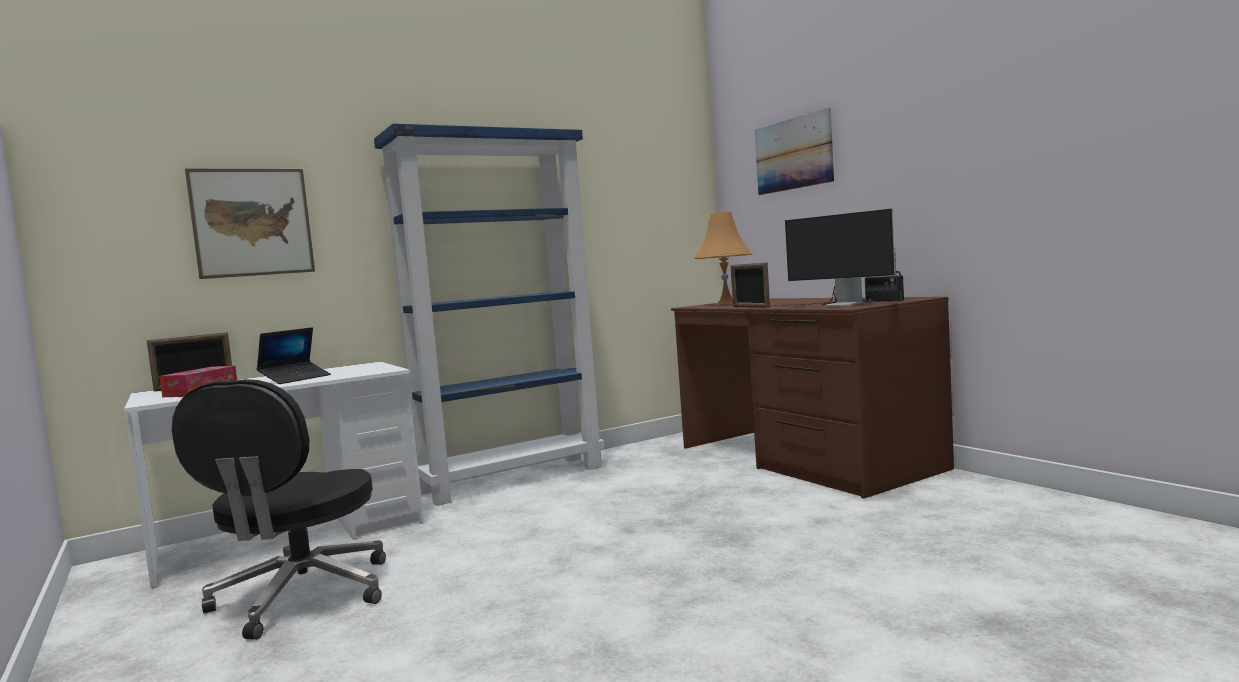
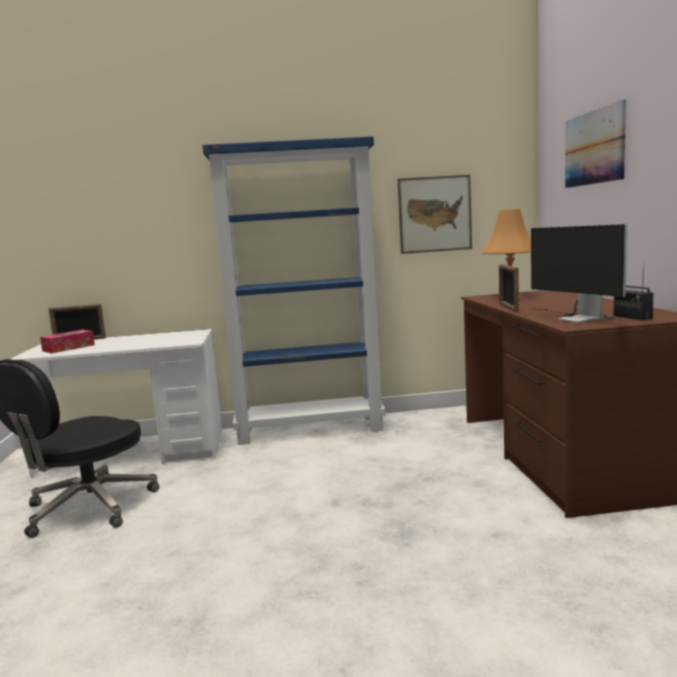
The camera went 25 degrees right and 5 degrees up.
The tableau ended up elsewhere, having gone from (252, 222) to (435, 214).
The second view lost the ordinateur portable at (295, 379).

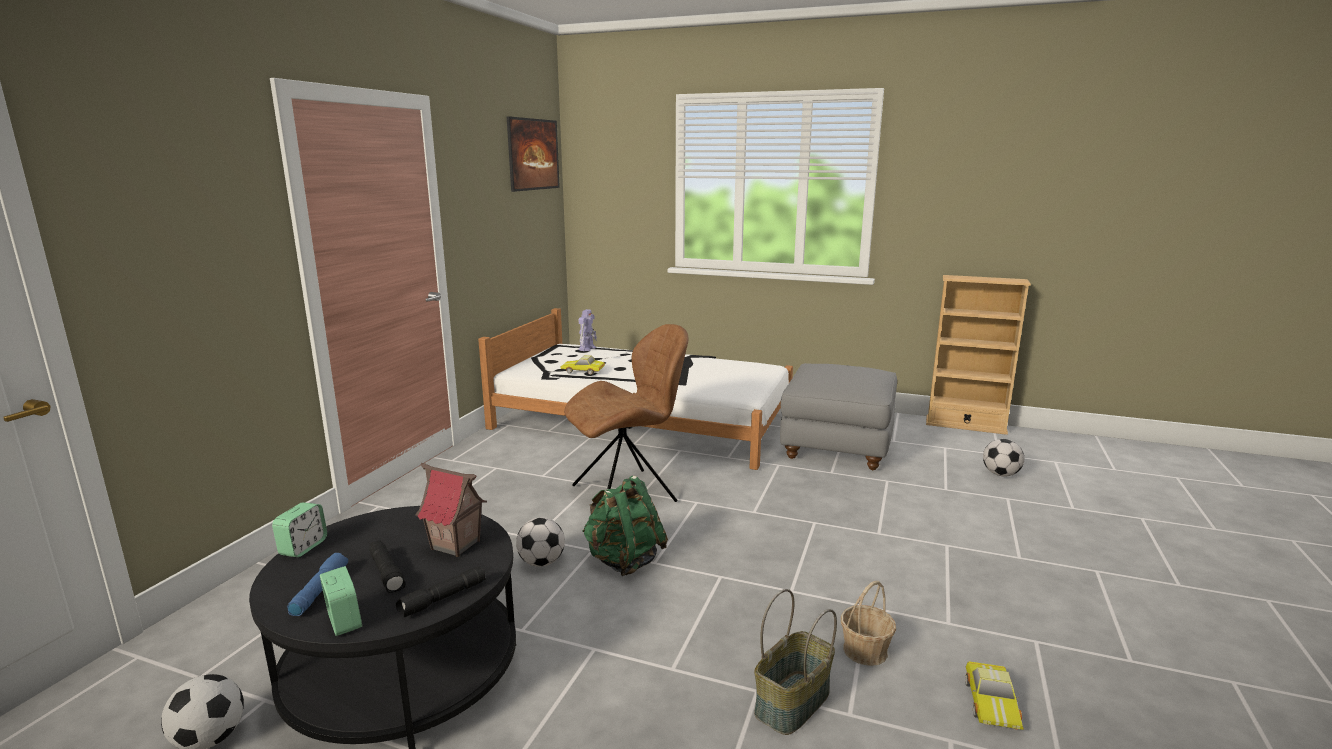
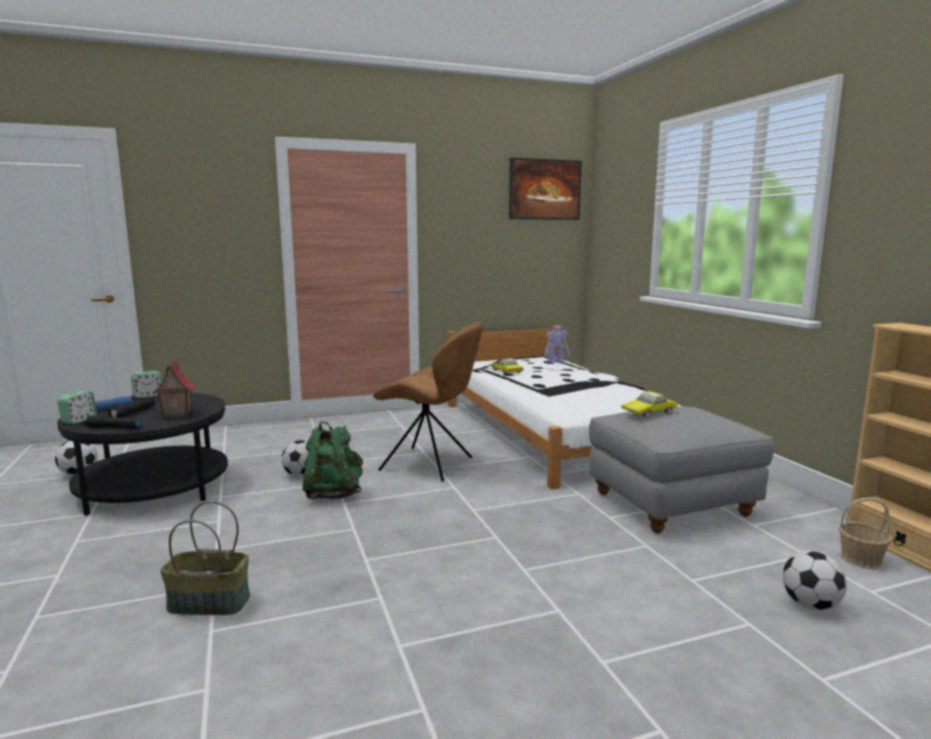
The camera went 50 degrees right and 5 degrees down.
The petite voiture ended up elsewhere, having gone from (993, 702) to (650, 412).
The panier ended up elsewhere, having gone from (865, 650) to (861, 559).

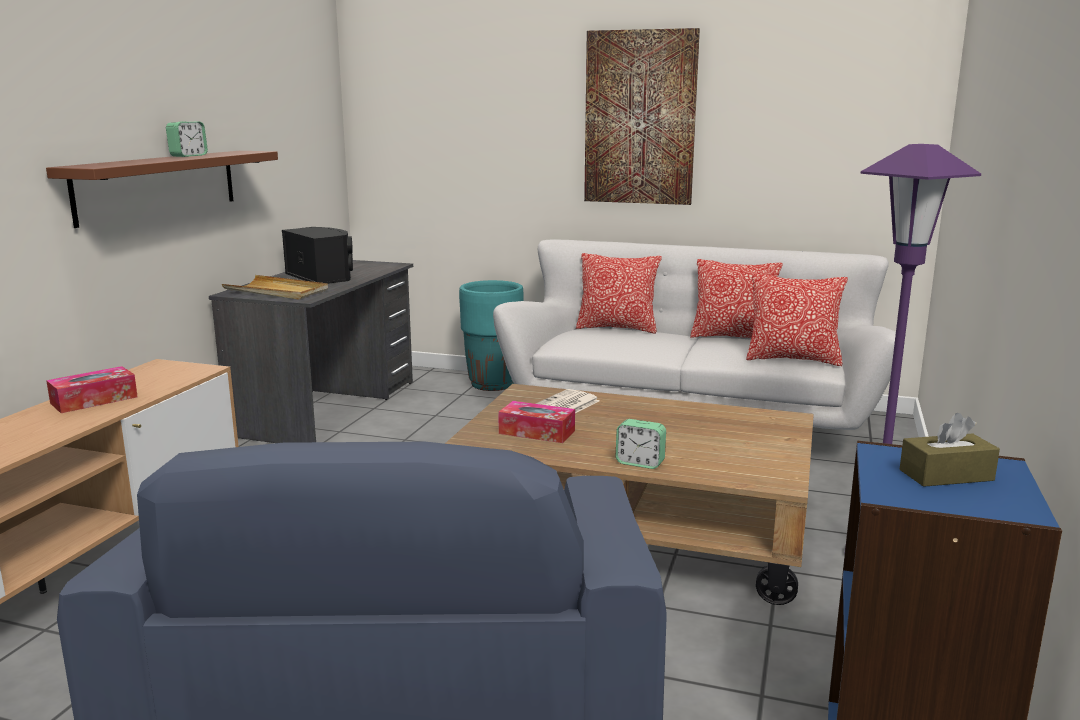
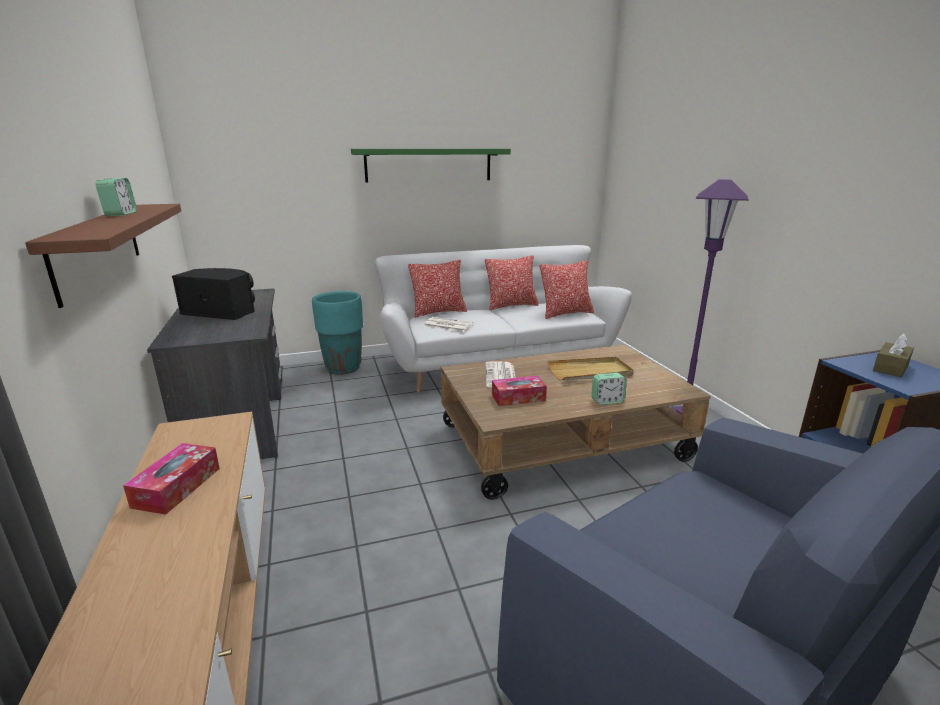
The camera went 35 degrees left and 5 degrees up.
Where the tableau hung at (640, 118), the étagère [vert] came to hang at (429, 165).
The second view gained the journal at (447, 325).
The plateau [beige] ended up elsewhere, having gone from (277, 291) to (590, 372).

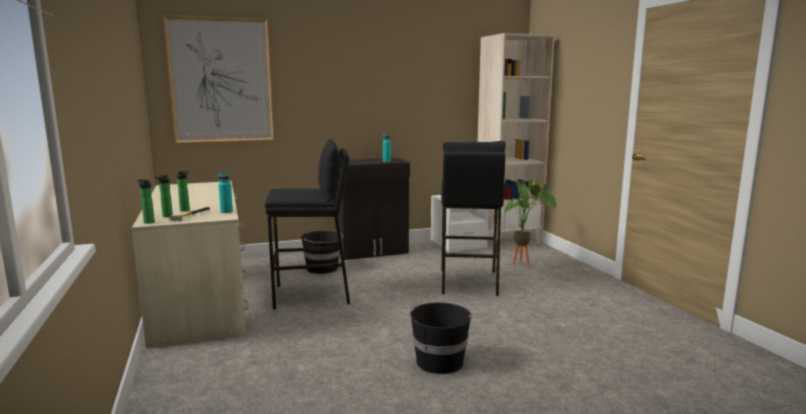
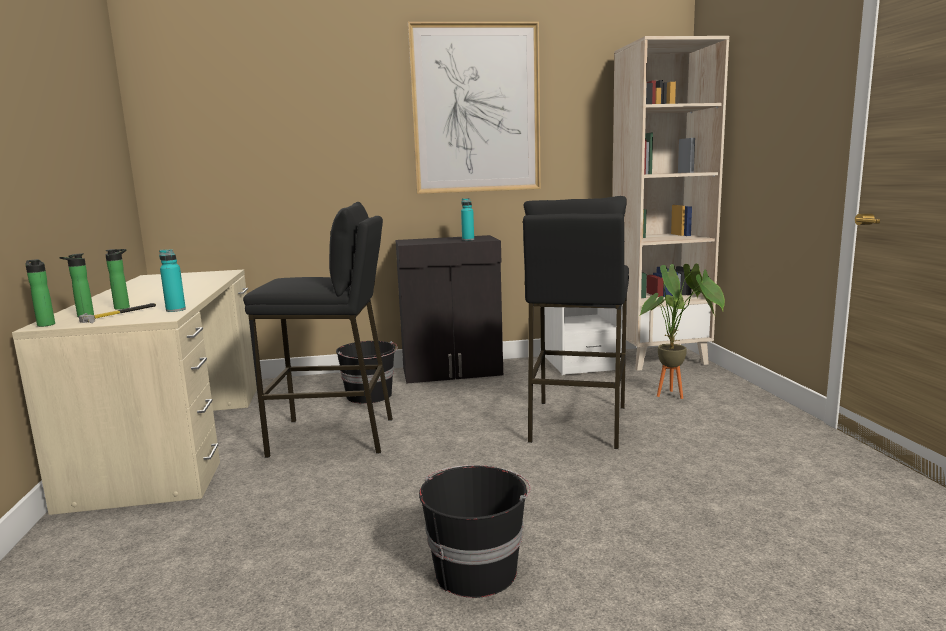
The camera went 10 degrees right and 0 degrees up.
The tableau ended up elsewhere, having gone from (221, 81) to (476, 109).

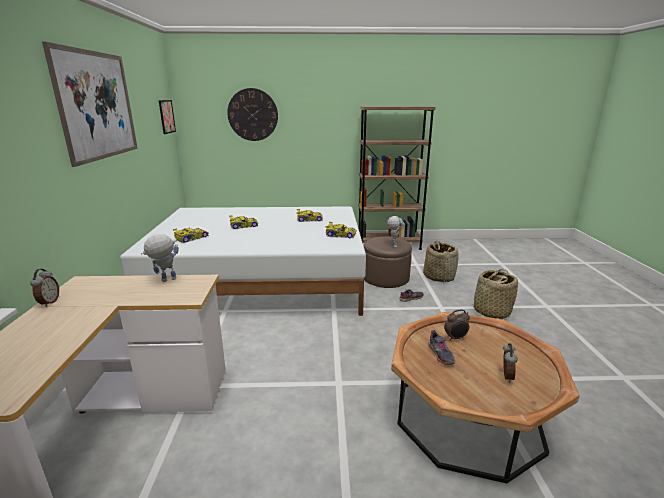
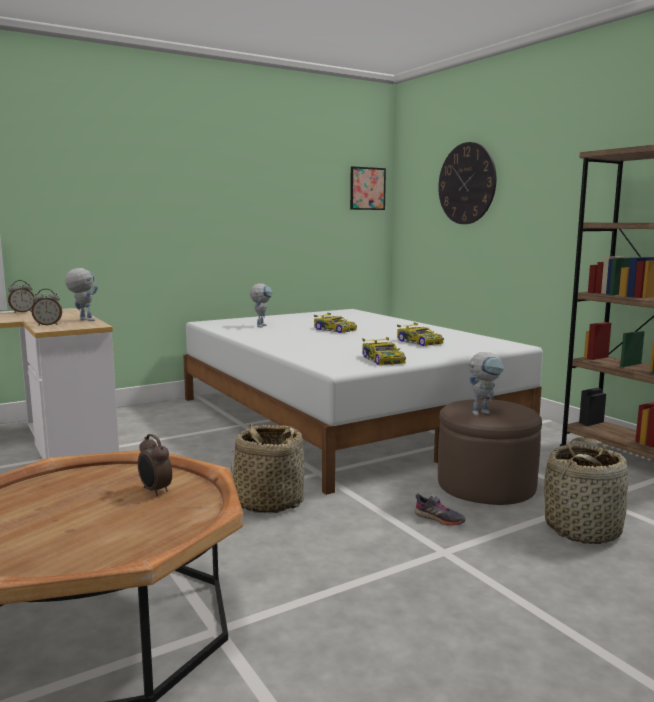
The camera went 60 degrees right and 10 degrees down.
The réveil ended up elsewhere, having gone from (505, 376) to (48, 325).
The panier ended up elsewhere, having gone from (491, 311) to (268, 502).
Where the petite voiture stood at (191, 238), the robot jouet came to stand at (261, 325).
The second view lost the tableau at (98, 105).
The second view lost the chaussure [gris] at (440, 354).

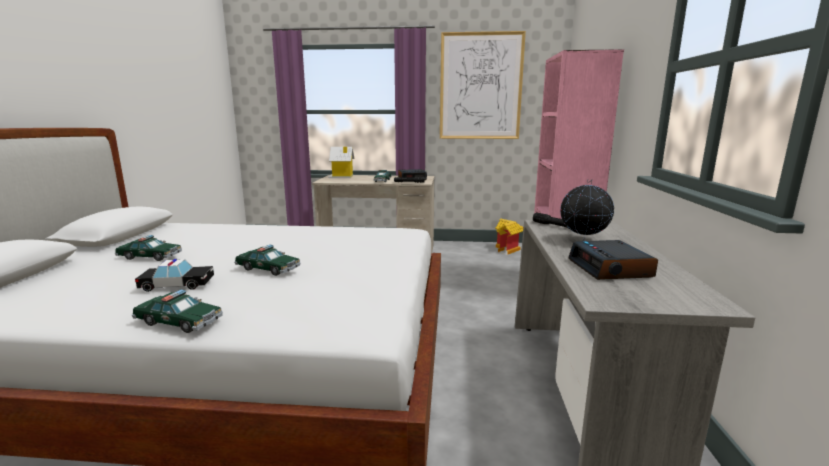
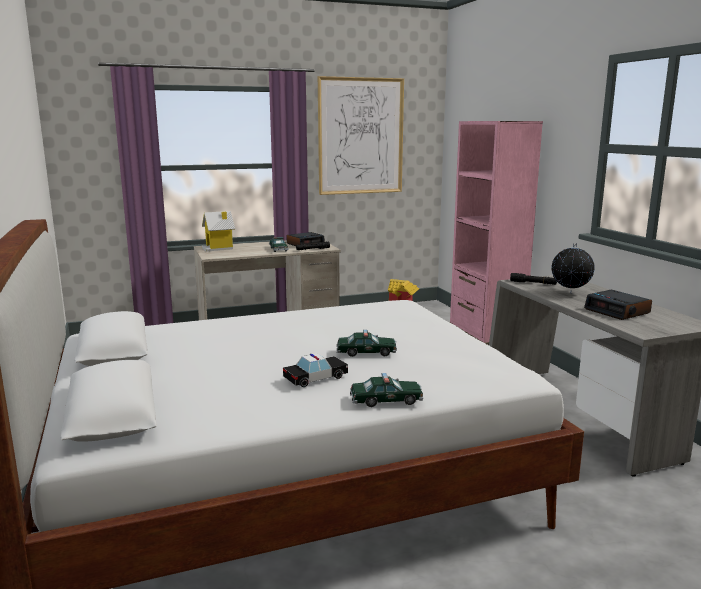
The camera went 25 degrees left and 0 degrees up.
The second view lost the petite voiture at (150, 257).

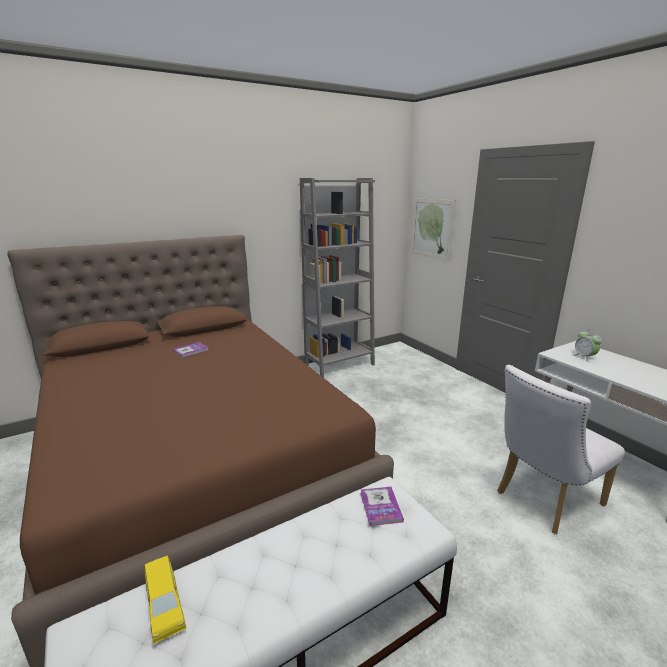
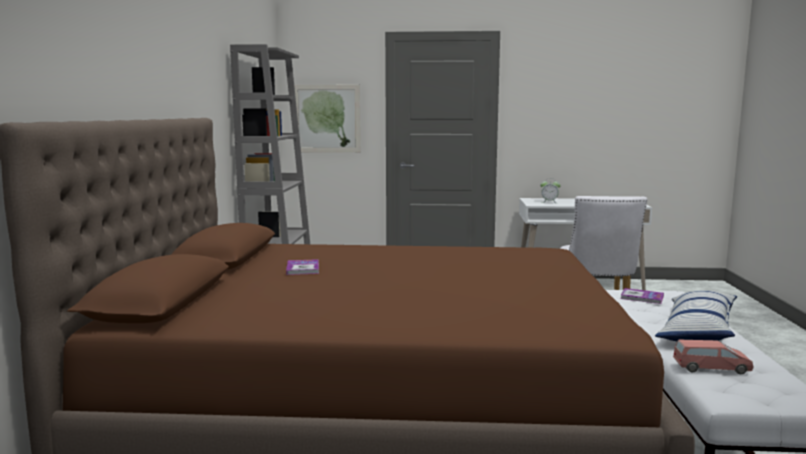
The camera went 55 degrees left and 10 degrees down.
The second view gained the coussin at (697, 330).
What was the petite voiture [jaune] at (164, 606) turned into the petite voiture [rose] at (711, 368).

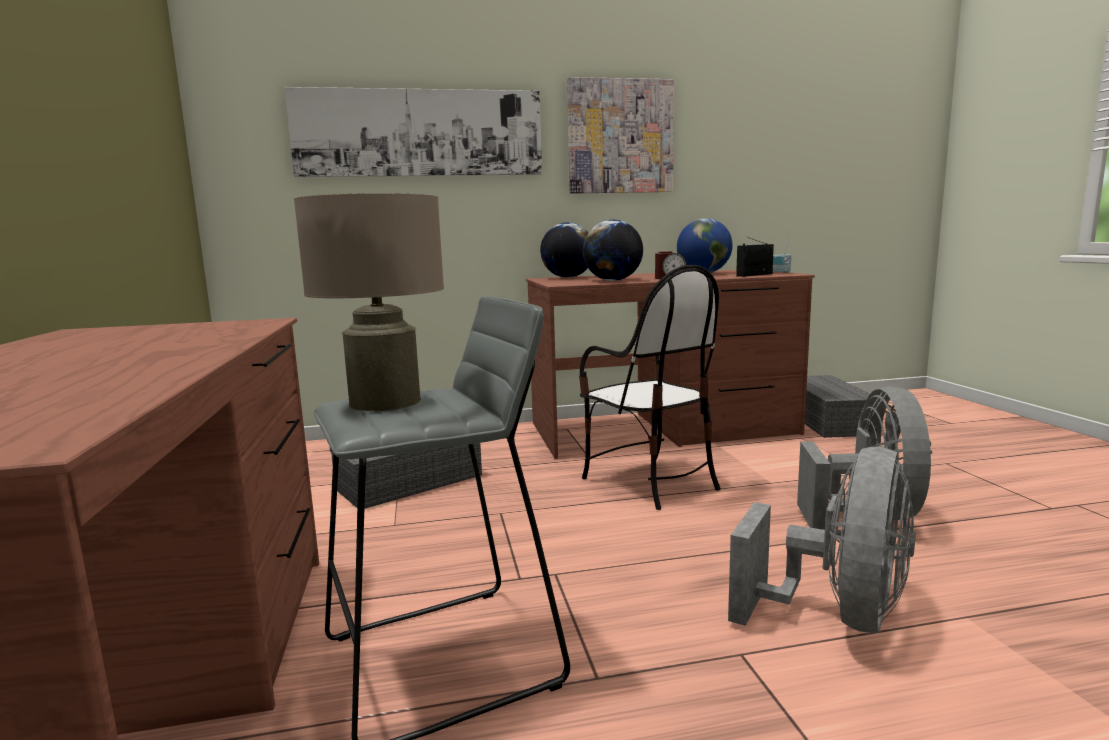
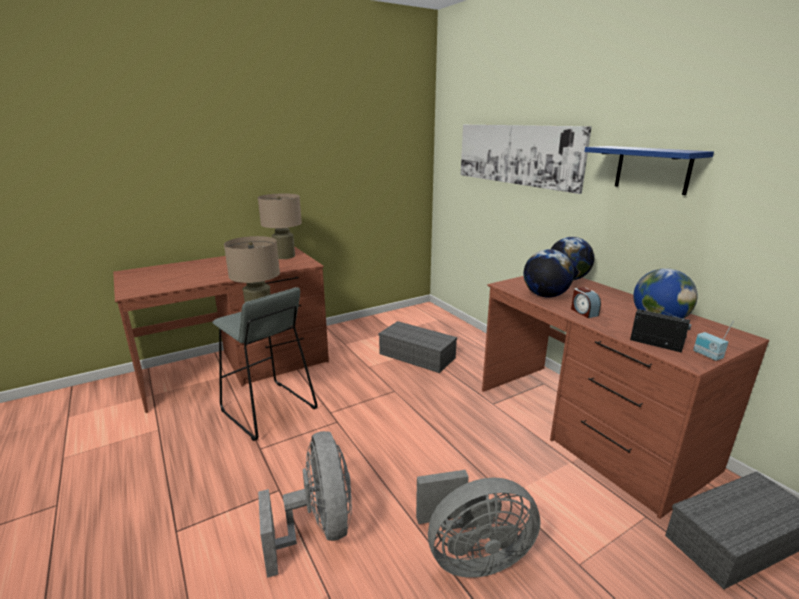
The camera went 70 degrees right and 10 degrees up.
The second view gained the lampe de table [beige] at (284, 256).
The ventilateur [gris] at (838, 615) ended up facing another way, 120 degrees counterclockwise from before.
Where the tableau hung at (620, 137), the étagère [bleu] came to hang at (652, 169).
The second view lost the chaise at (650, 482).

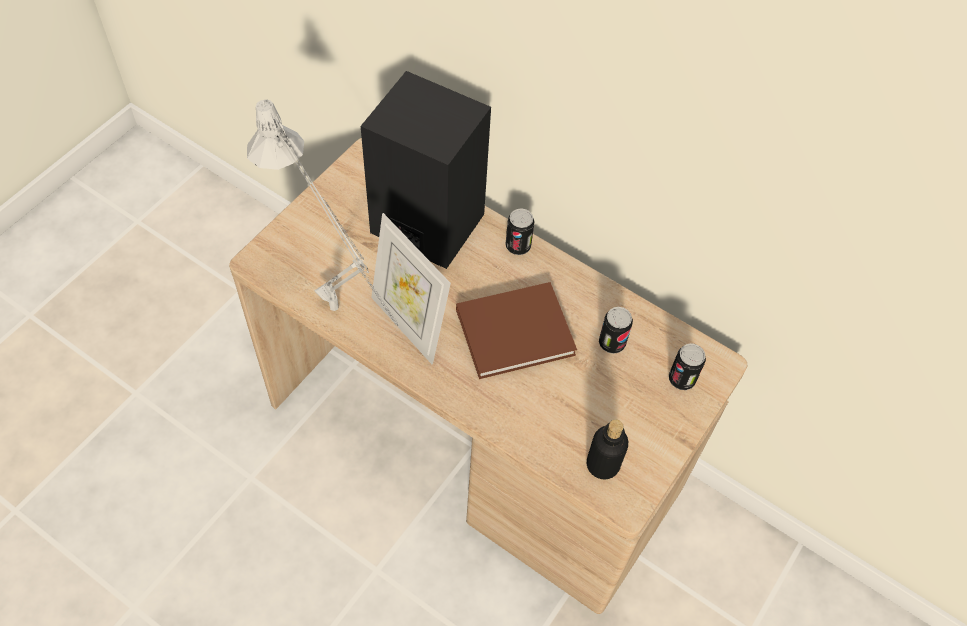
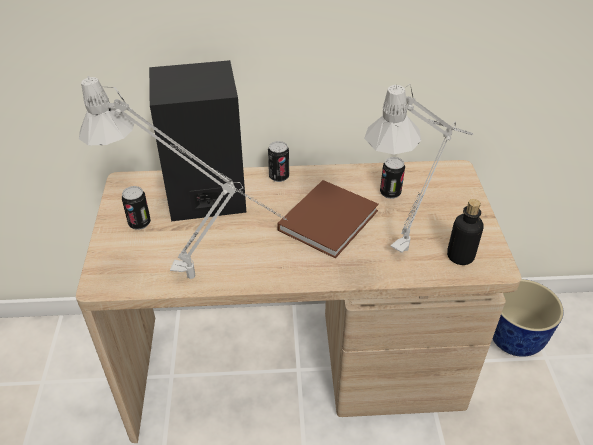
The camera went 35 degrees left and 15 degrees down.
The boîte métallique ended up elsewhere, having gone from (681, 379) to (139, 223).
The second view gained the lampe de table [gris] at (410, 245).
The second view gained the cache-pot at (515, 339).
The second view lost the cadre photo at (409, 324).

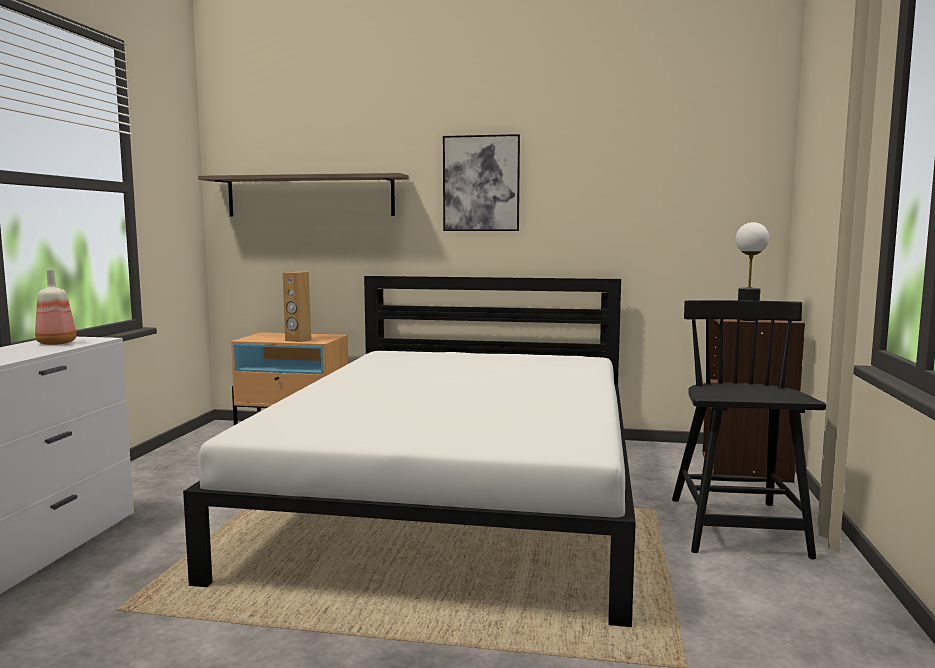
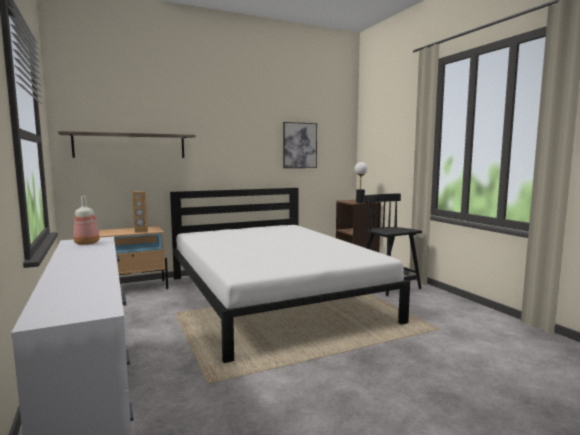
The camera went 35 degrees left and 0 degrees up.
The tableau ended up elsewhere, having gone from (481, 183) to (299, 145).

